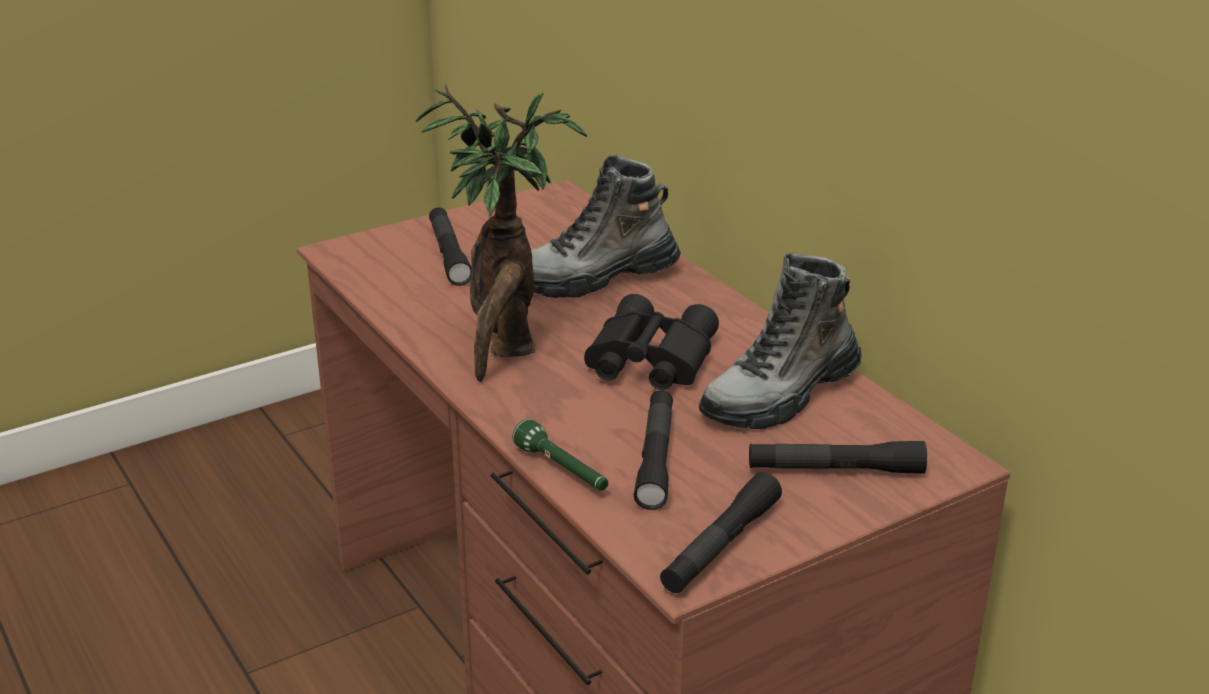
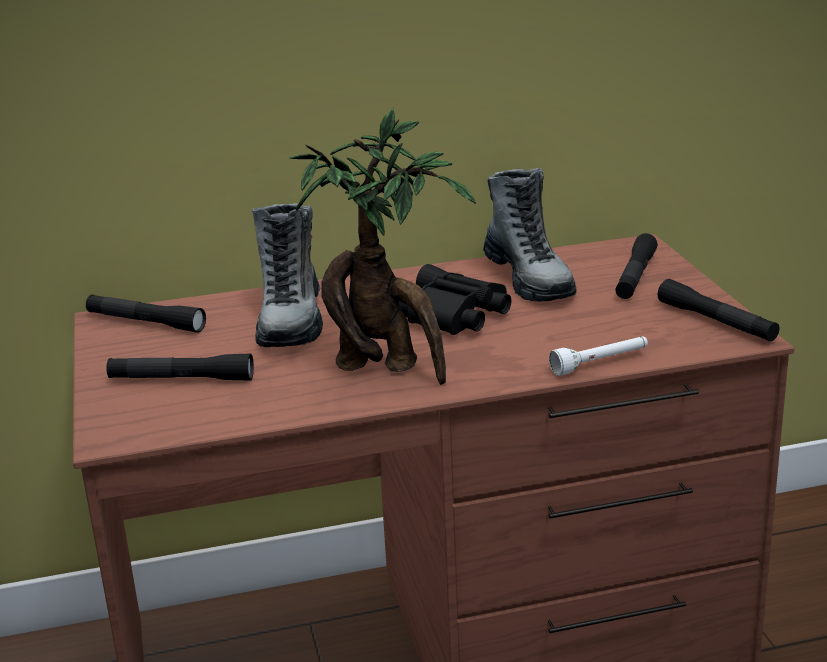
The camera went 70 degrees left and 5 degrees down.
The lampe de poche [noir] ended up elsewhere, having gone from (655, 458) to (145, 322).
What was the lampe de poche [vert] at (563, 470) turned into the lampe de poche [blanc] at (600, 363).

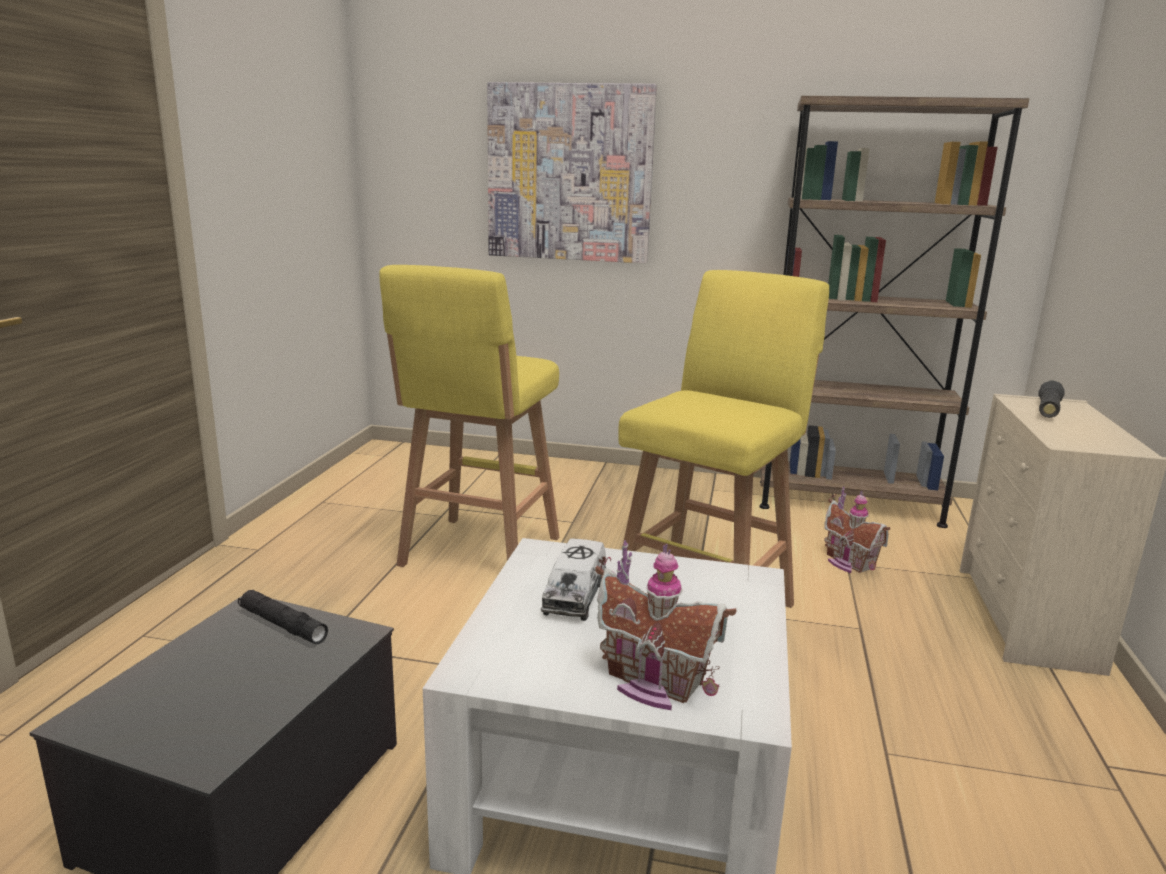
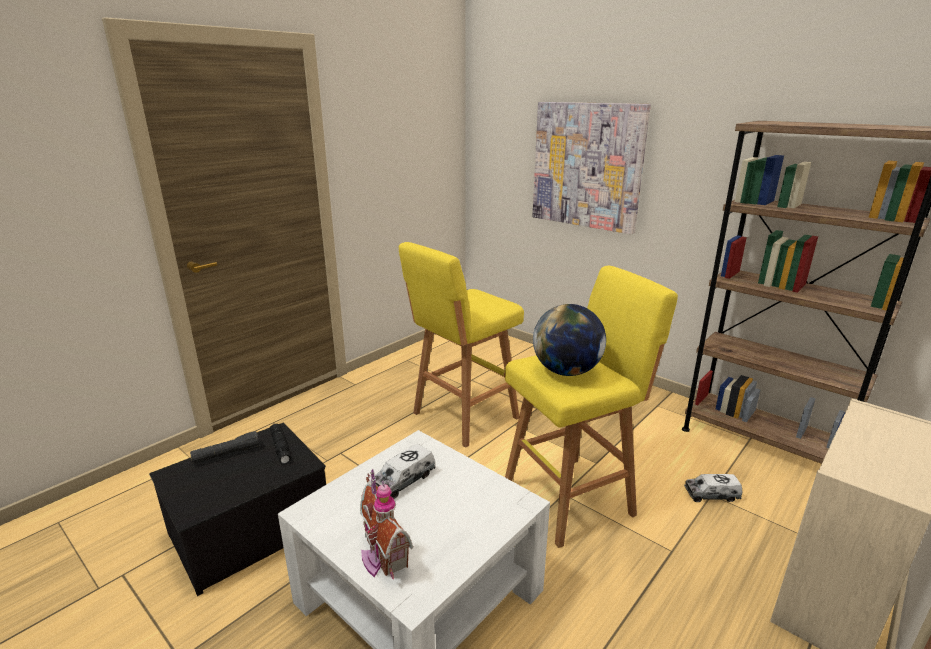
The camera went 30 degrees right and 5 degrees up.
The lampe de poche [noir] ended up elsewhere, having gone from (1048, 410) to (227, 455).
The second view gained the globe at (566, 371).
Where the maison miniature stood at (847, 563), the camion jouet came to stand at (711, 495).

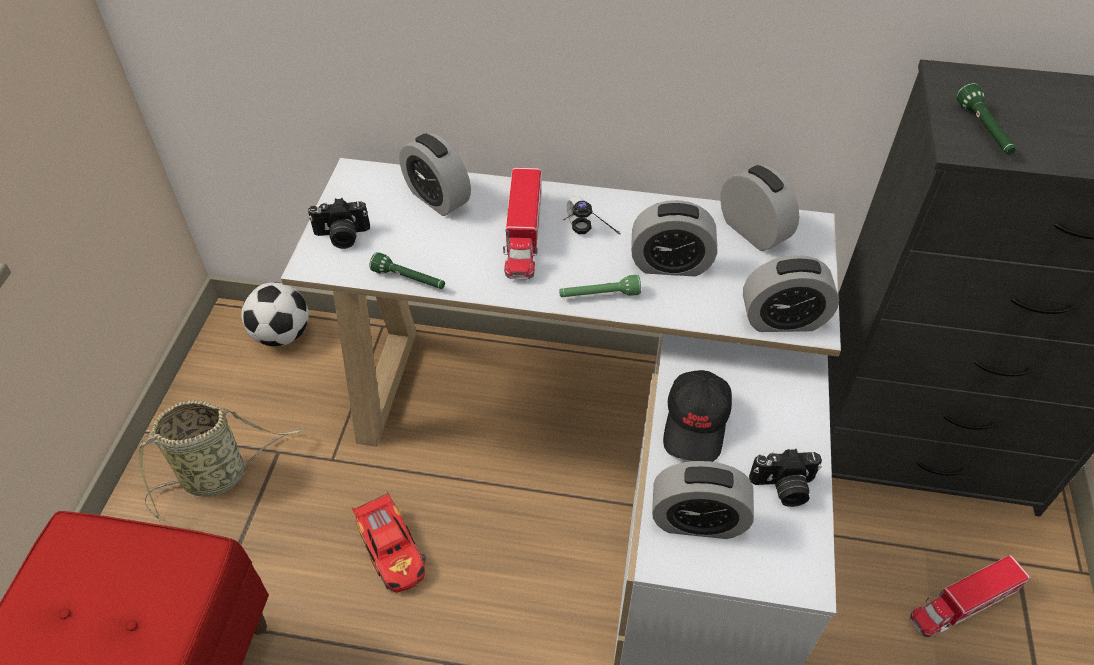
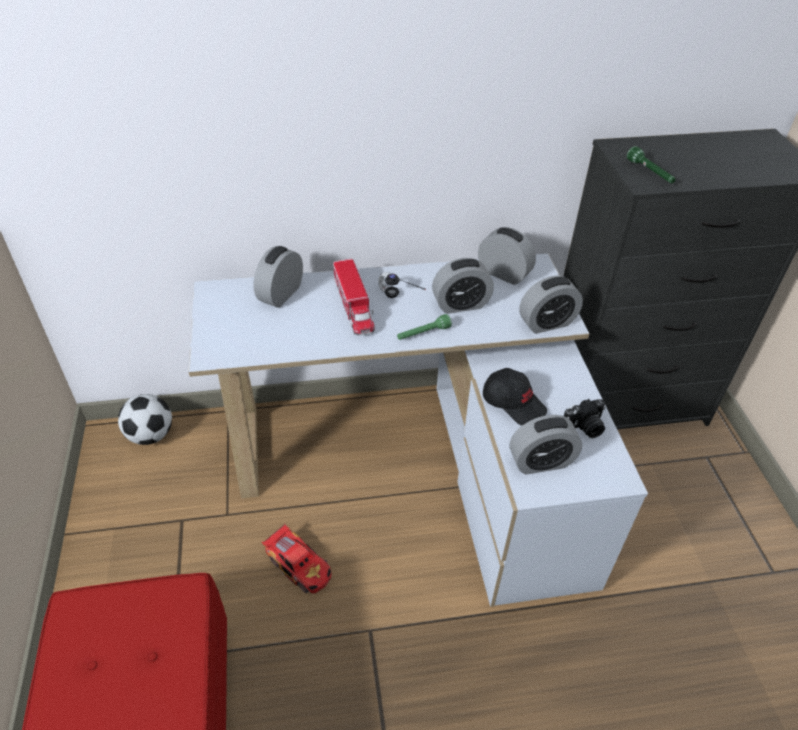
The camera went 20 degrees left and 5 degrees down.
The réveil at (437, 198) ended up facing another way, 90 degrees clockwise from before.
The casquette [noir] at (696, 424) ended up facing another way, 45 degrees counterclockwise from before.
The second view lost the panier at (220, 475).
The second view lost the appareil photo at (342, 236).
The second view lost the lampe de poche [vert] at (409, 280).
The second view lost the camion jouet at (963, 603).

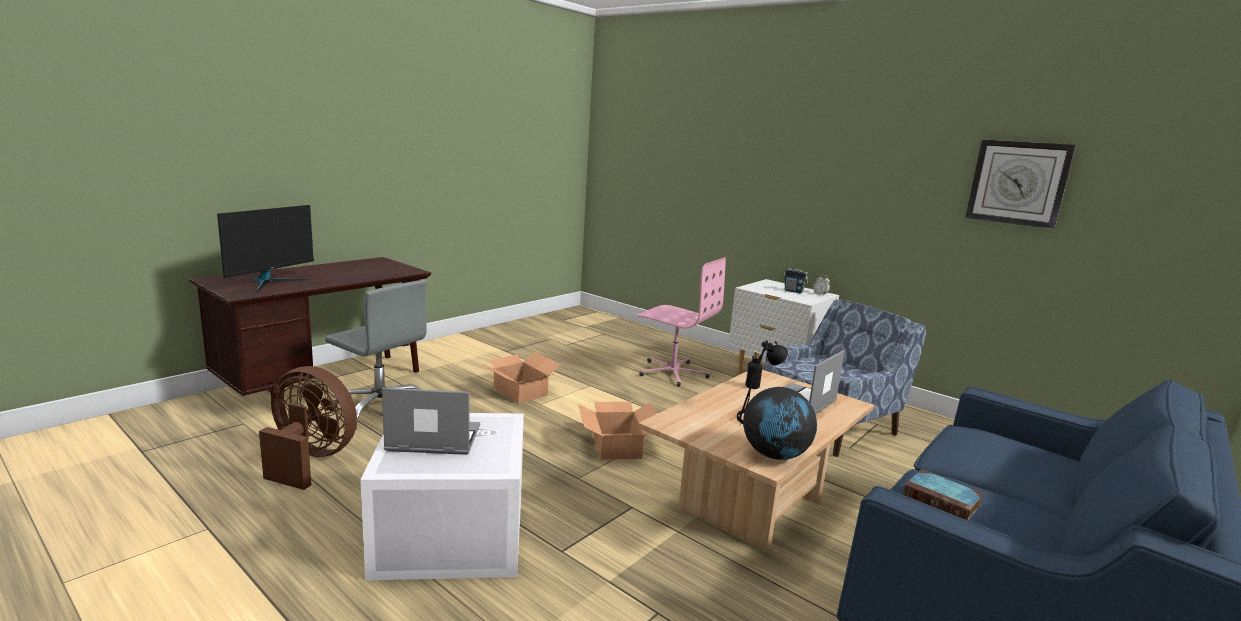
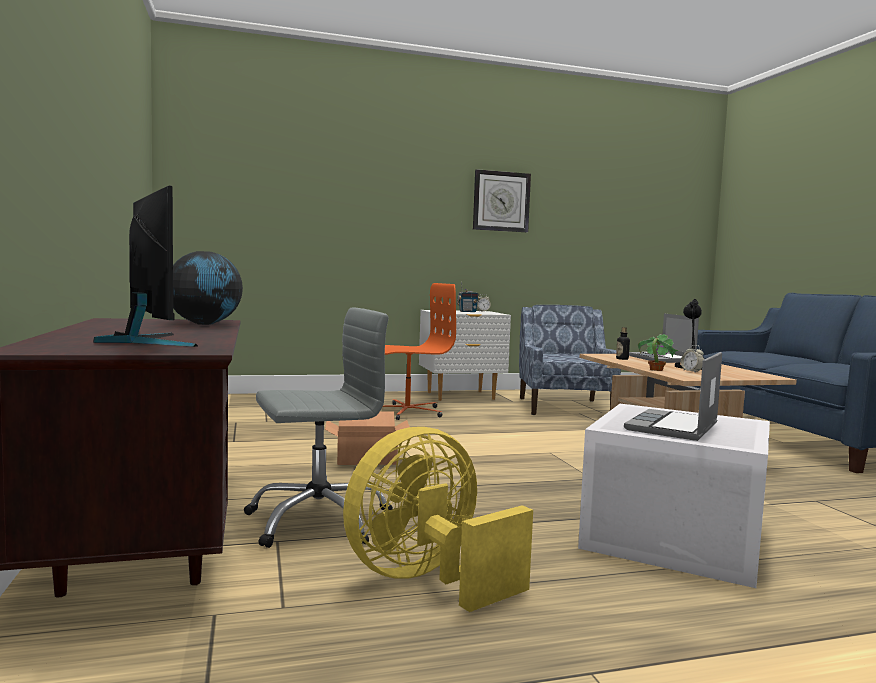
The camera went 55 degrees left and 10 degrees down.
The globe ended up elsewhere, having gone from (775, 455) to (205, 324).
What was the ventilateur [marron] at (309, 460) turned into the ventilateur [jaune] at (428, 580).
What was the chaise de bureau [rose] at (672, 372) turned into the chaise de bureau [orange] at (406, 412).
The horloge murale ended up elsewhere, having gone from (1018, 183) to (501, 201).
The second view gained the plante en pot at (655, 370).
The second view gained the réveil at (691, 371).
The second view lost the carton at (617, 446).
The second view lost the livre at (943, 500).

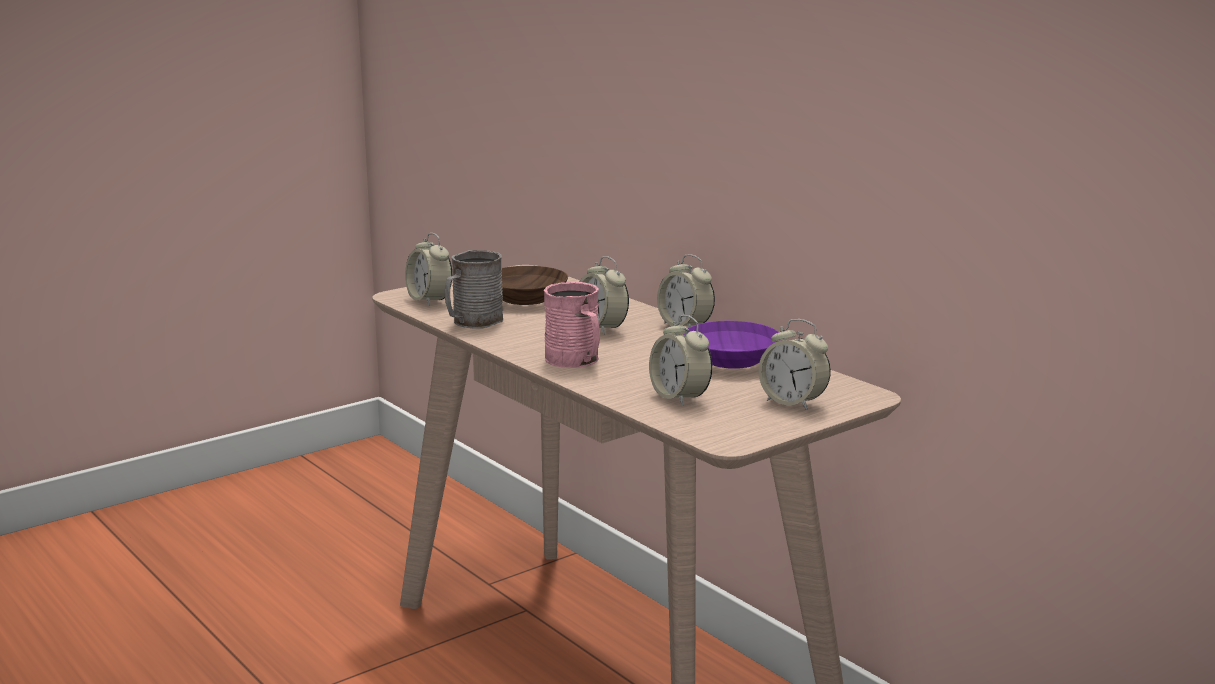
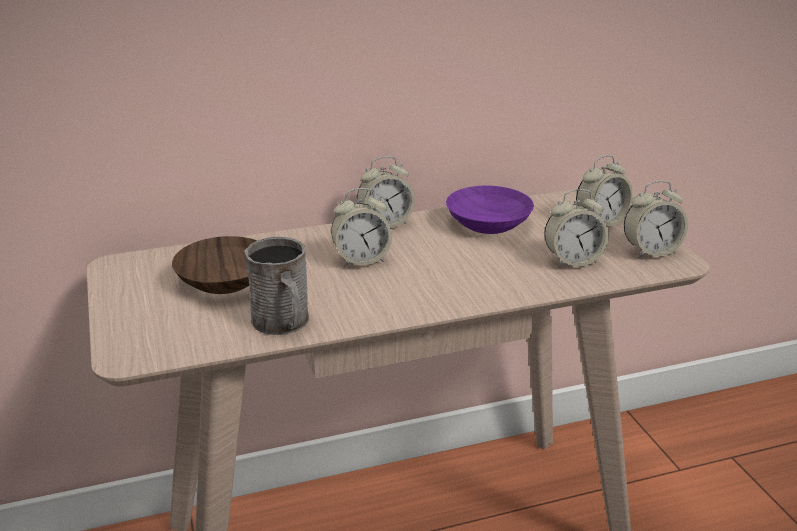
The camera went 70 degrees left and 10 degrees up.
The réveil ended up elsewhere, having gone from (429, 300) to (651, 251).
The second view lost the mug [rose] at (576, 361).

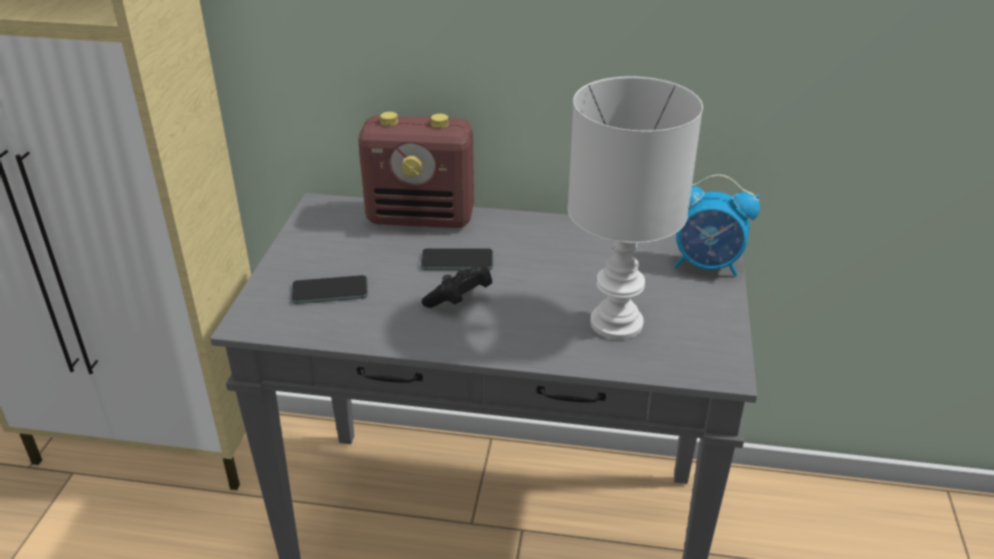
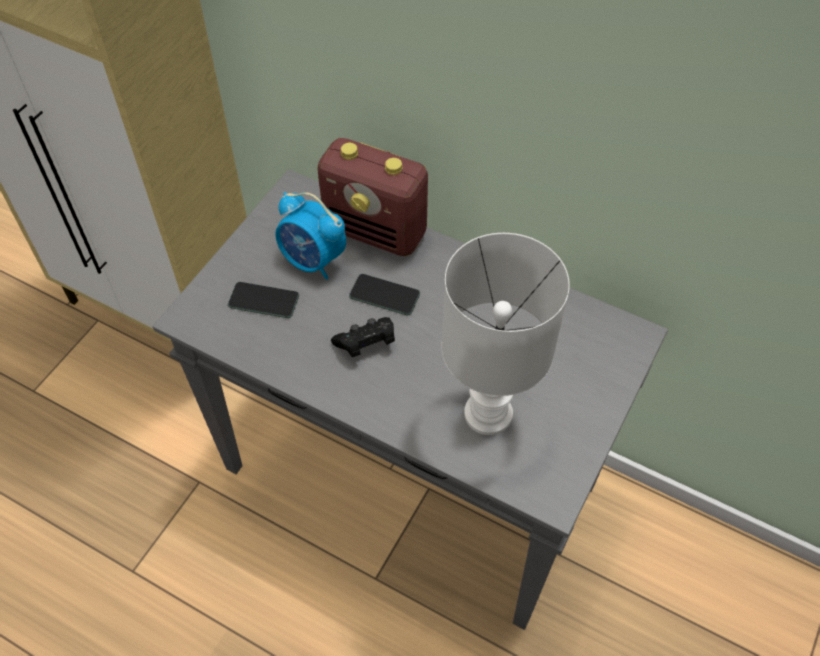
The camera went 20 degrees right and 20 degrees up.
The réveil ended up elsewhere, having gone from (707, 265) to (313, 261).

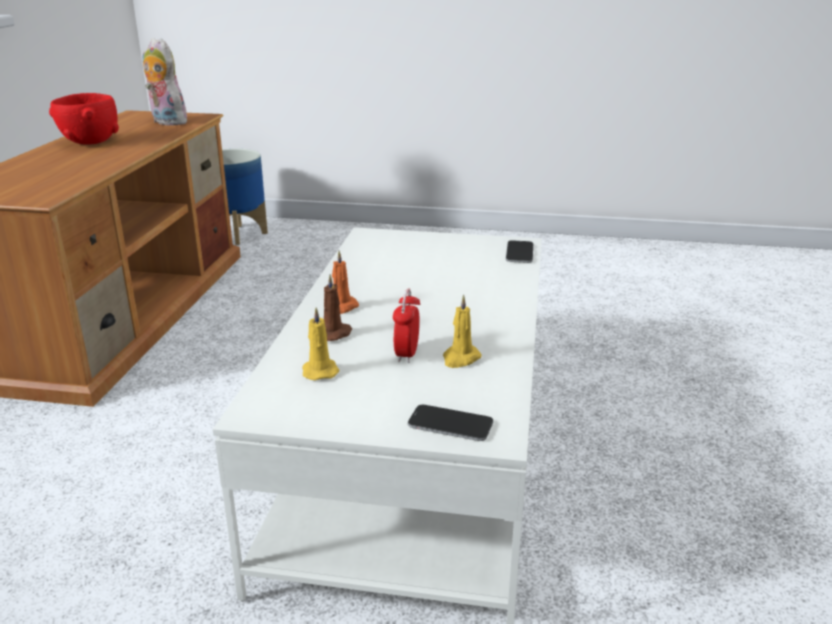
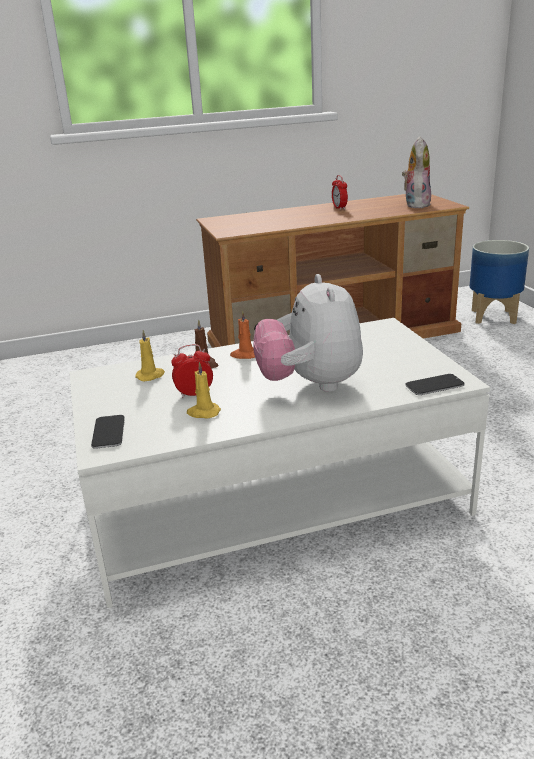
The camera went 65 degrees right and 0 degrees up.
The second view gained the peluche at (310, 385).
Where the bol [rouge] stood at (90, 142), the réveil came to stand at (339, 208).

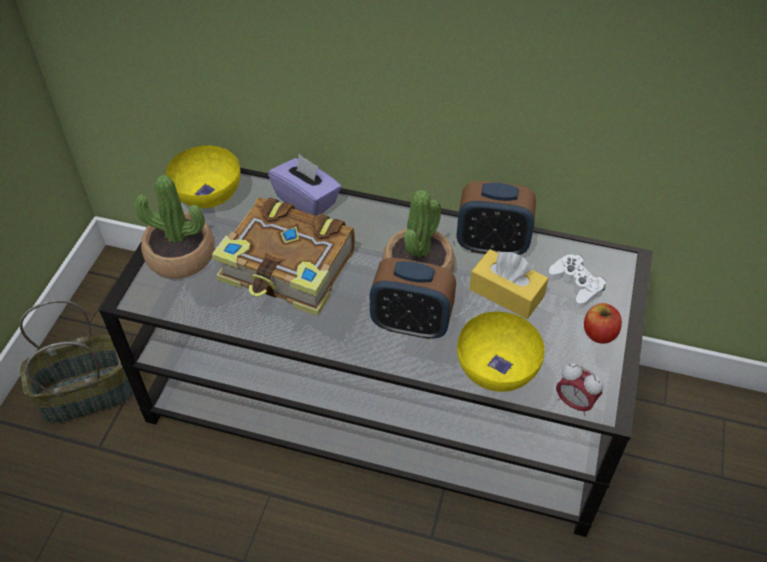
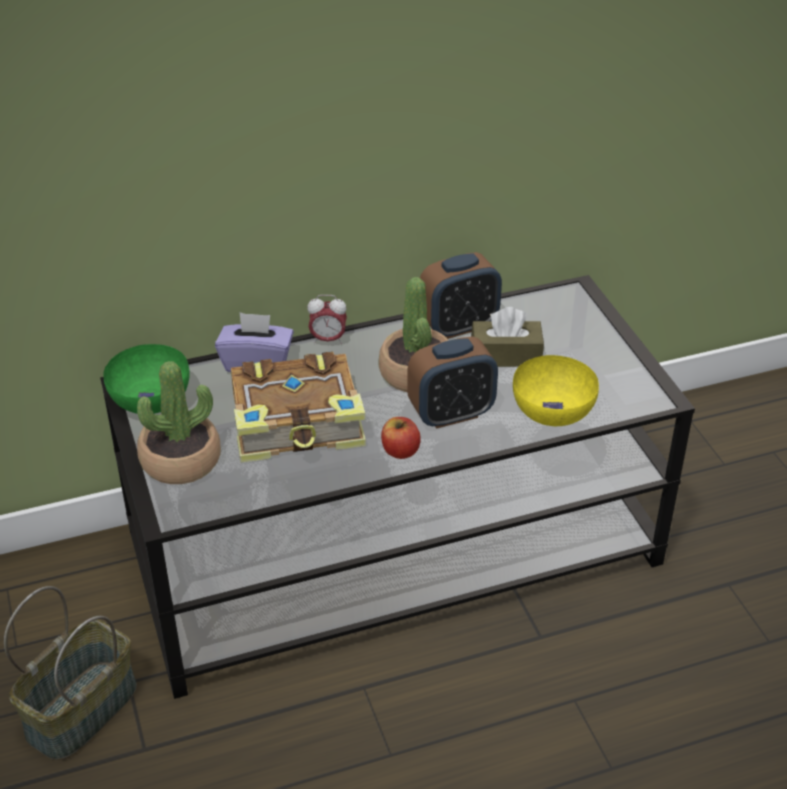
The camera went 35 degrees left and 10 degrees down.
What was the bol [jaune] at (207, 194) turned into the bol [vert] at (151, 400).
The réveil ended up elsewhere, having gone from (574, 403) to (328, 339).
The pomme ended up elsewhere, having gone from (599, 333) to (400, 451).
What was the boîte à mouchoirs [jaune] at (506, 292) turned into the boîte à mouchoirs [marron] at (506, 355).
The second view lost the manette [blanc] at (576, 285).

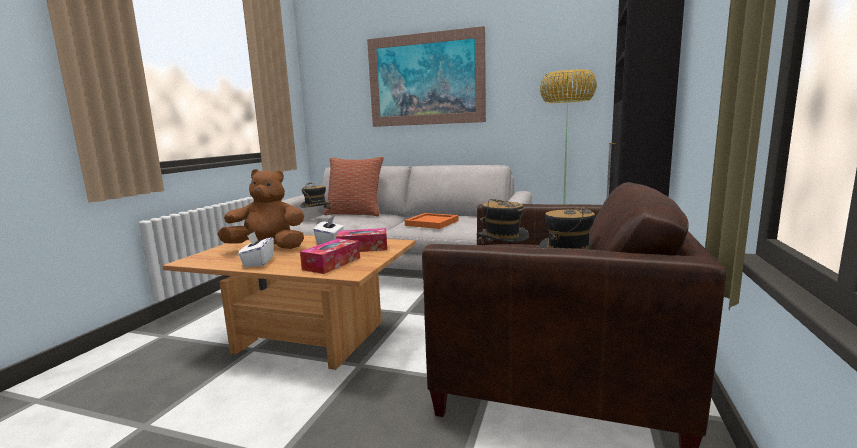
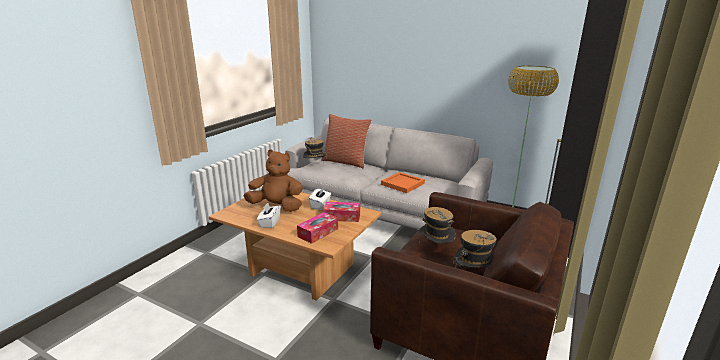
The camera went 10 degrees right and 10 degrees up.
The second view lost the tableau at (425, 79).

